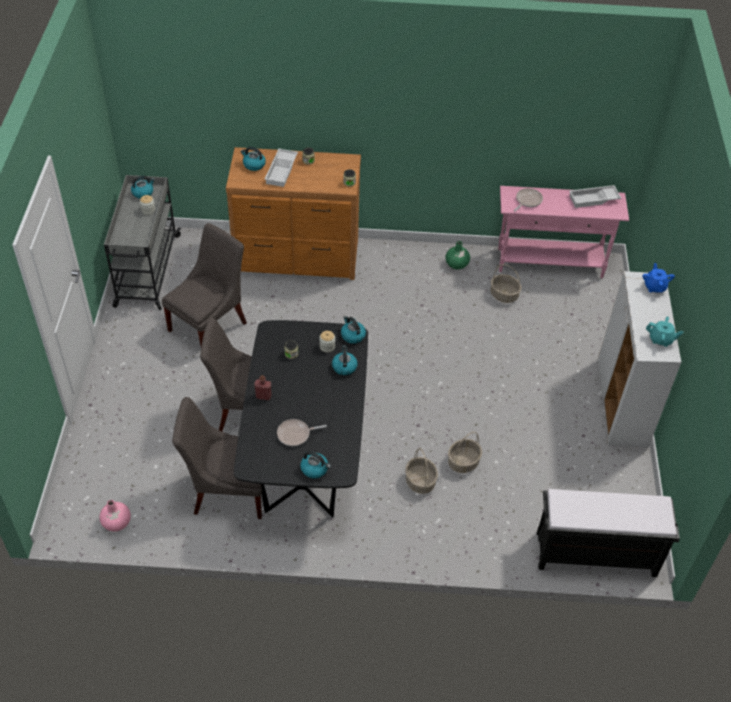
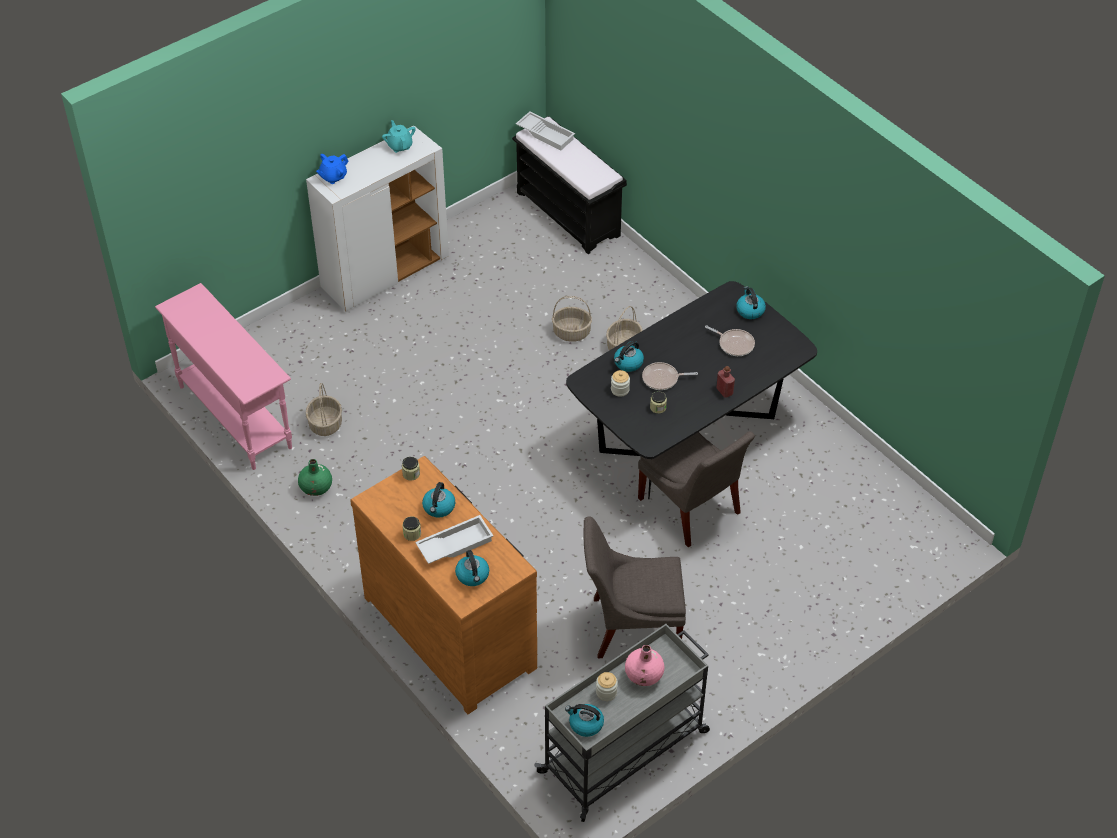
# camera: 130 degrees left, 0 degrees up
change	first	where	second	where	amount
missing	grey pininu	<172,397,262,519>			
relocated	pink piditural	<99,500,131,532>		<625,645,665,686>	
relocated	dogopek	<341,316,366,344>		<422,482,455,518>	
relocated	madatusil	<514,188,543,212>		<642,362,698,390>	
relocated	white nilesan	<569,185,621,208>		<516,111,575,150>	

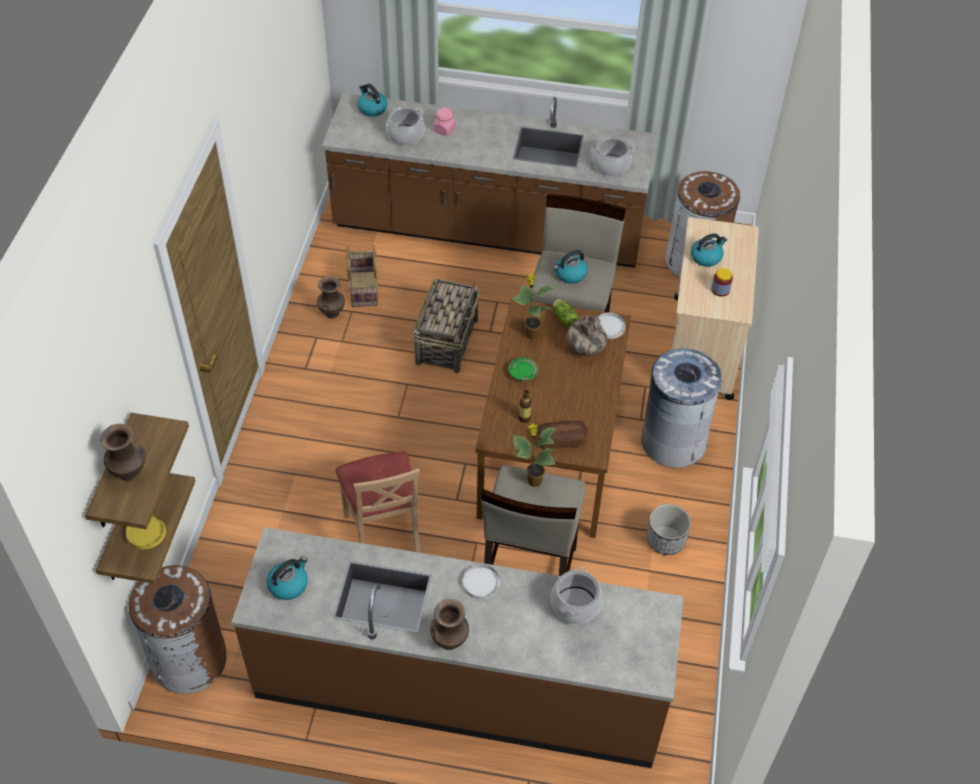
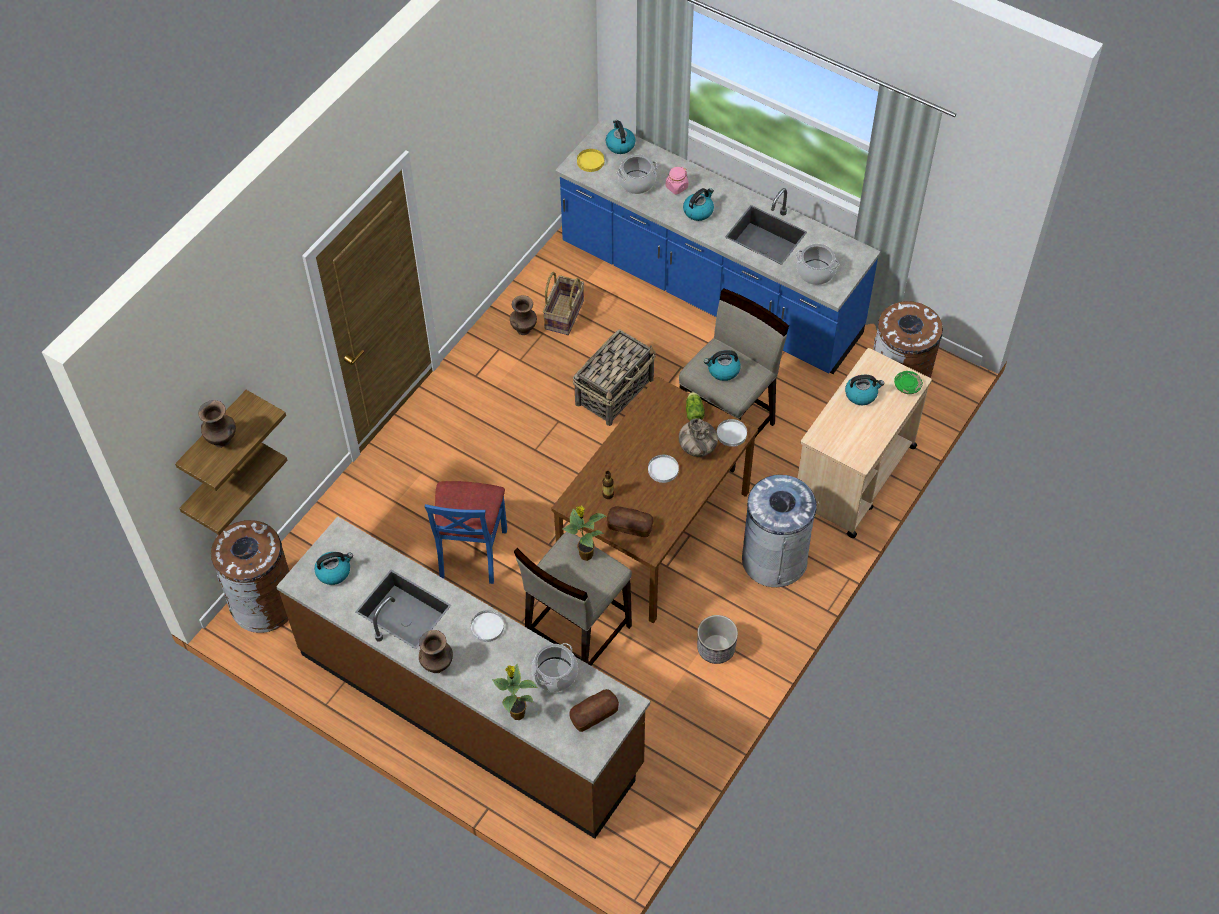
# camera: 25 degrees right, 5 degrees up
change	first	where	second	where	amount
missing	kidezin	<712,268,733,297>			
appeared			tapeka	<569,689,619,732>	
appeared			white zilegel	<648,455,679,483>	
appeared			dogopek	<683,188,714,221>	
relocated	yellow zilegel	<126,514,166,549>		<577,149,604,172>	
relocated	green zilegel	<508,357,539,381>		<894,371,923,394>	
relocated	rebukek	<511,274,556,340>		<492,663,538,720>	
colour	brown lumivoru	<322,93,657,268>	blue lumivoru	<555,120,881,374>	
colour	beige pininu	<336,451,421,553>	blue pininu	<425,481,507,584>	

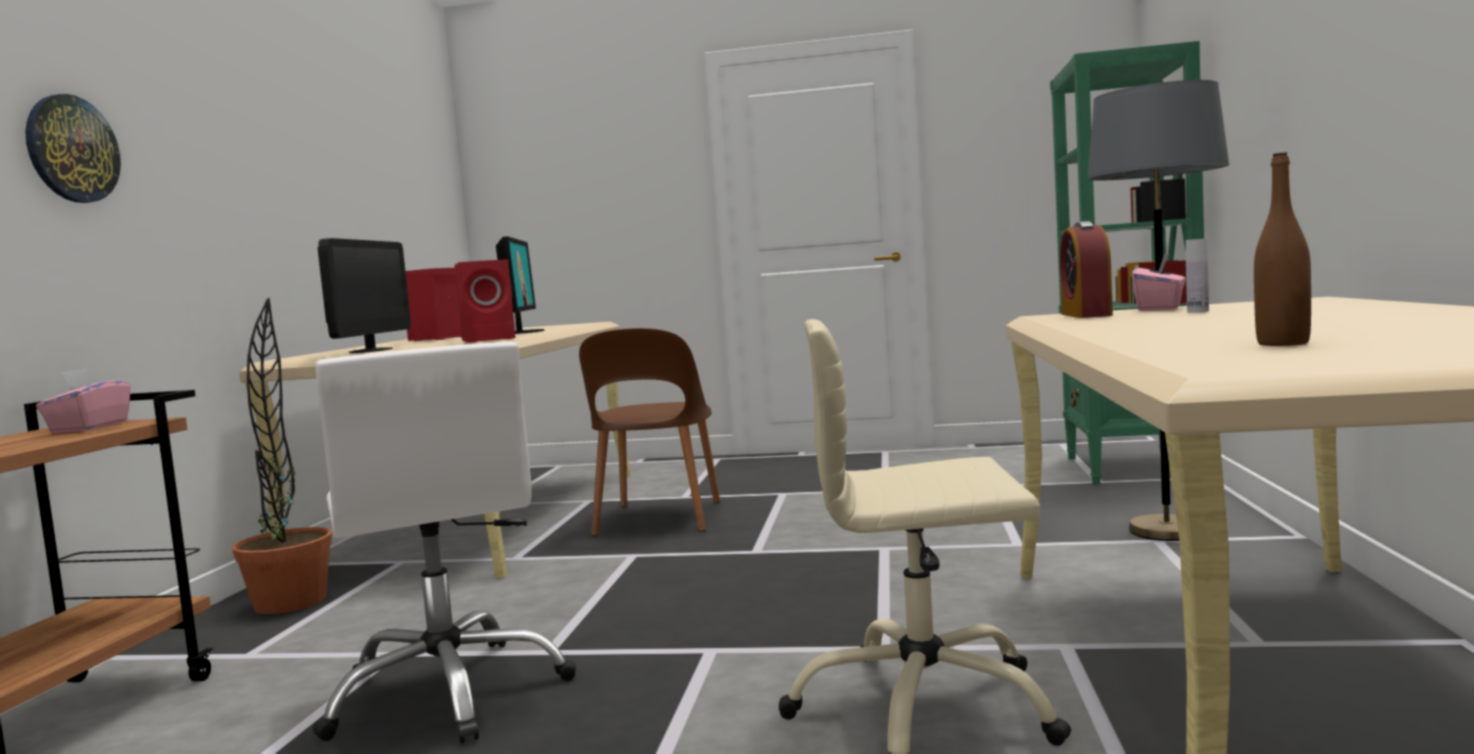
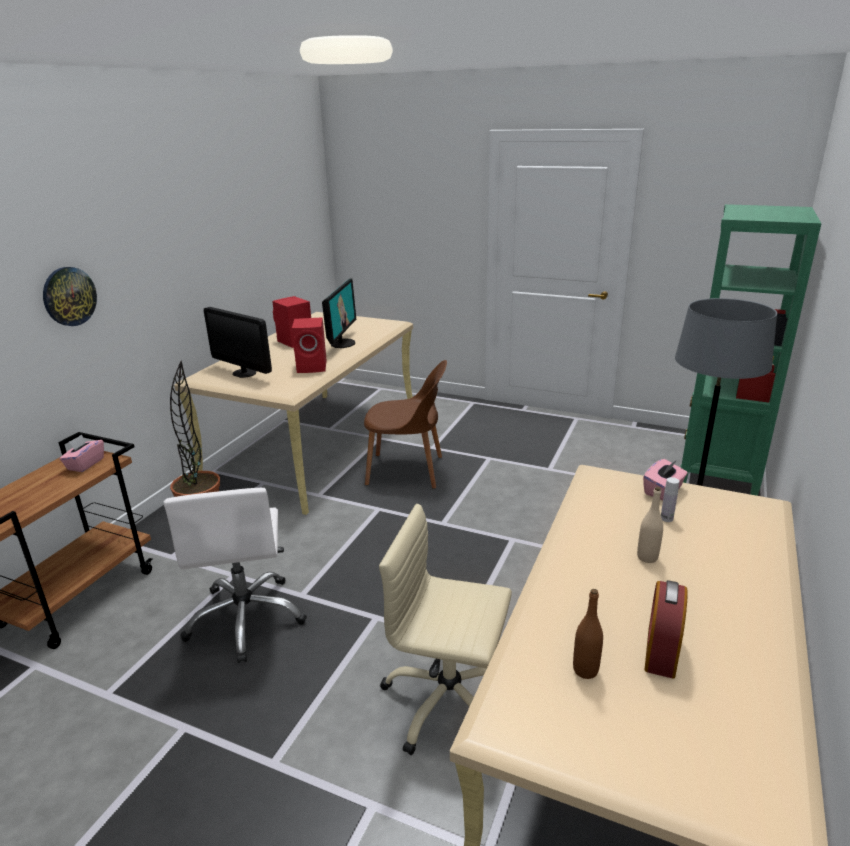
# camera: 15 degrees right, 20 degrees up
change	first	where	second	where	amount
appeared			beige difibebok	<637,487,663,563>	
relocated	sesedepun	<1060,221,1113,318>		<645,580,688,679>	
spun	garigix	<317,238,411,353>		<204,307,272,378>	105 degrees clockwise
spun	brown pininu	<579,328,720,536>		<364,360,447,489>	105 degrees counterclockwise

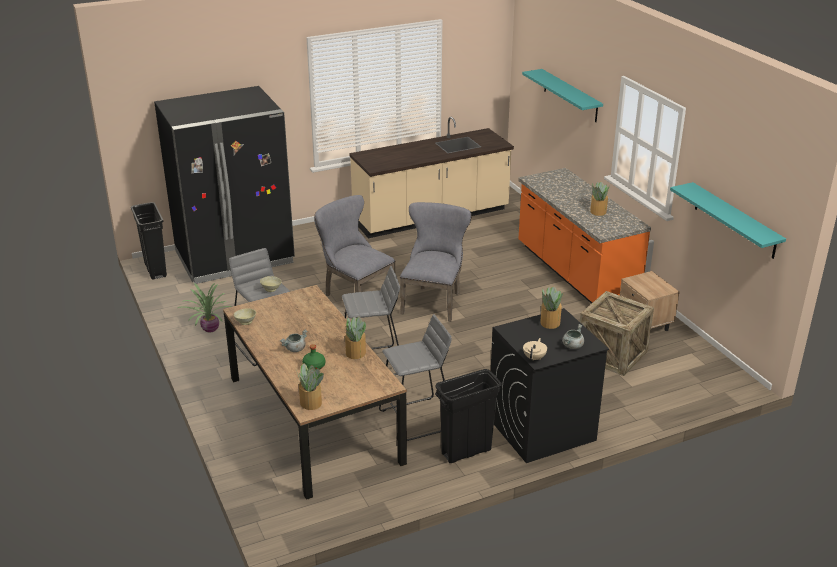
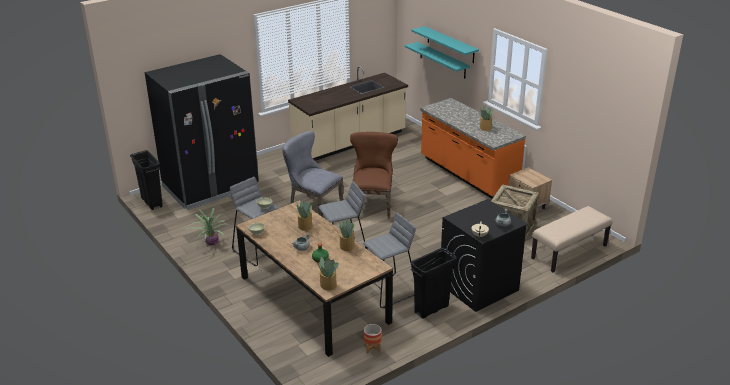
# camera: 10 degrees left, 0 degrees up
change	first	where	second	where	amount
appeared			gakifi	<364,324,382,354>	
appeared			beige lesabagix	<531,206,613,272>	
relocated	rebukek	<540,286,564,329>		<297,200,312,231>	
relocated	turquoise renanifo	<670,182,786,259>		<405,42,470,79>	
colour	grey pininu	<400,202,472,322>	brown pininu	<350,132,398,219>	

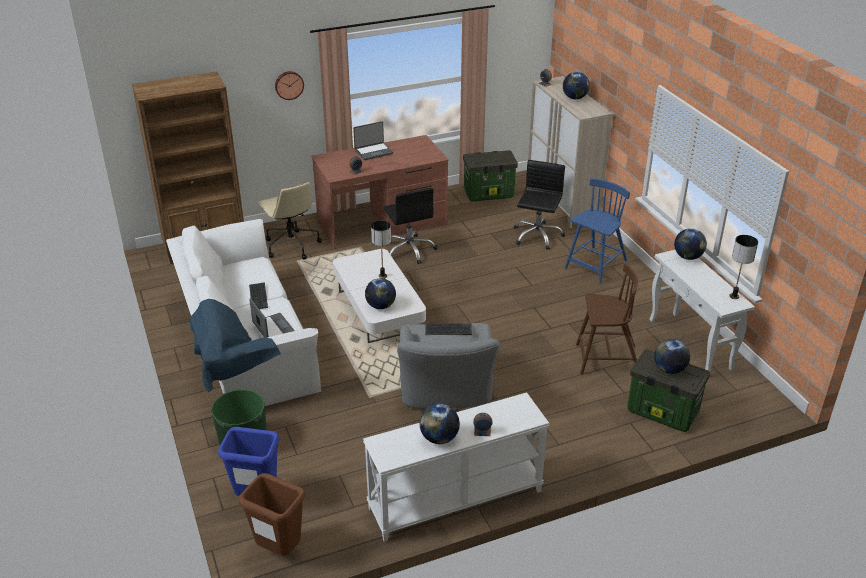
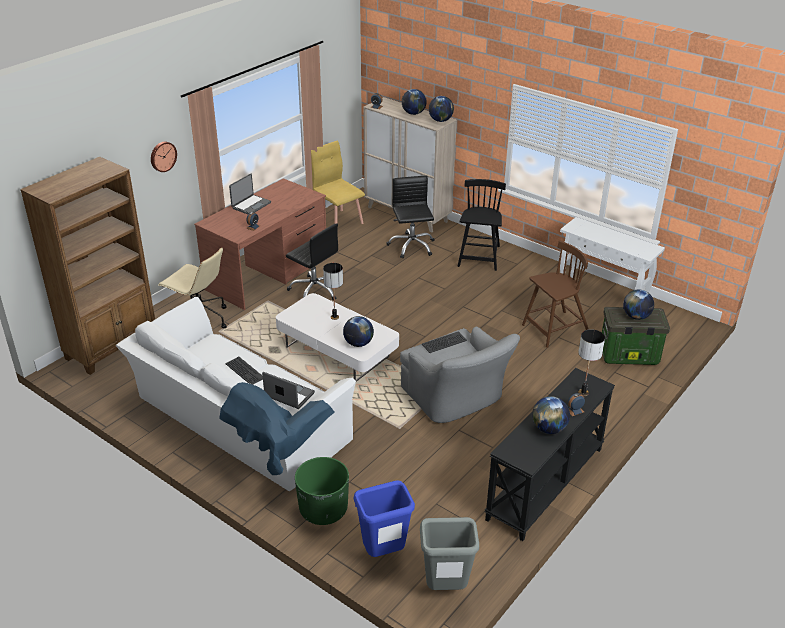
# camera: 30 degrees left, 0 degrees up
change	first	where	second	where	amount
relocated	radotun	<674,228,707,260>		<429,96,454,122>	
relocated	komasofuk	<729,235,758,299>		<578,329,605,396>	
exchanged	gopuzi	<463,150,518,201>	yellow pininu	<311,141,365,224>	
colour	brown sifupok	<239,473,305,556>	grey sifupok	<420,517,479,590>	
colour	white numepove	<363,392,549,542>	black numepove	<485,368,615,541>	
colour	blue pininu	<565,178,630,284>	black pininu	<458,179,506,271>	

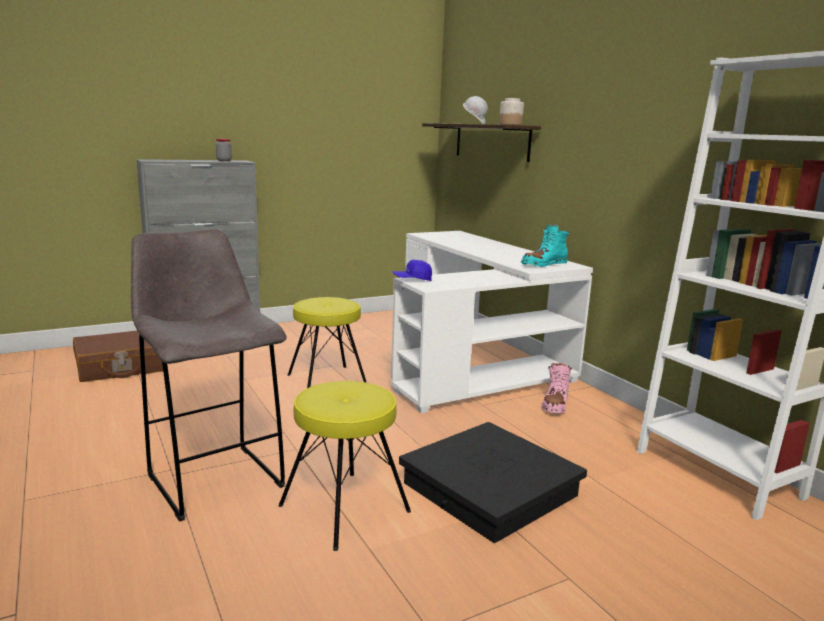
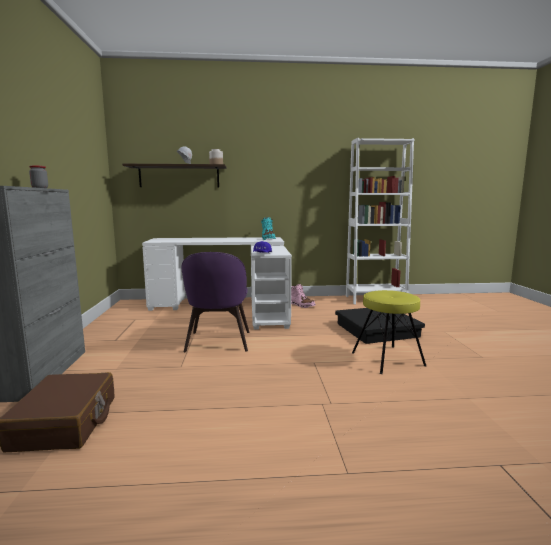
# camera: 65 degrees left, 5 degrees down
change	first	where	second	where	amount
missing	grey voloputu	<131,229,287,522>			
exchanged	yellow voloputu	<288,297,367,388>	purple pininu	<182,252,250,352>	

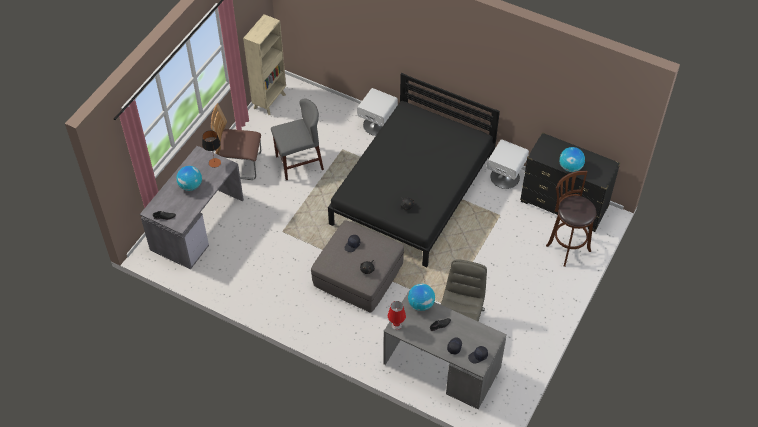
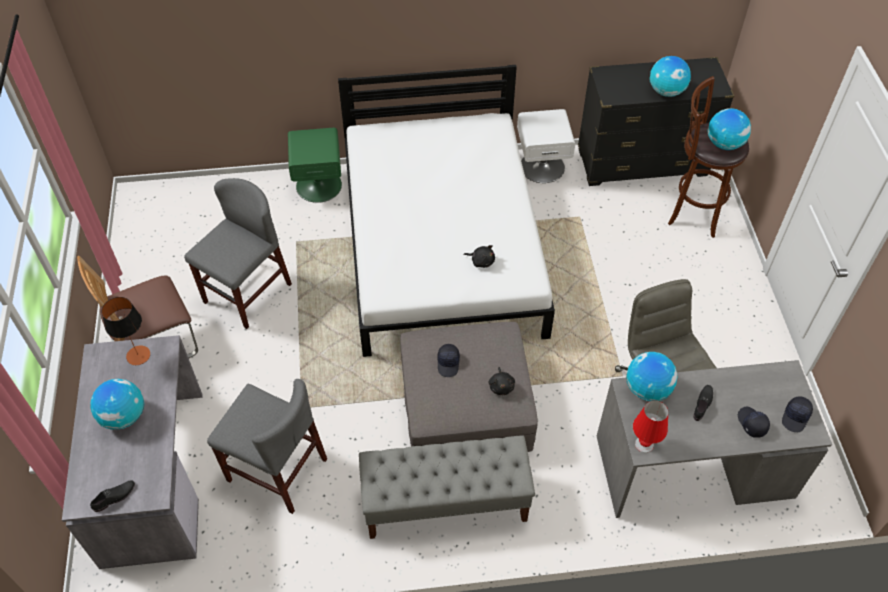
# camera: 35 degrees left, 0 degrees up
change	first	where	second	where	amount
missing	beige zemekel	<243,14,286,115>			
appeared			grey pininu	<207,379,327,514>	
appeared			grey lesabagix	<359,435,535,539>	
appeared			radotun	<708,108,751,150>	
colour	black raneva	<328,73,500,267>	white raneva	<338,65,555,357>	
colour	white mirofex	<357,88,398,136>	green mirofex	<288,128,342,203>	

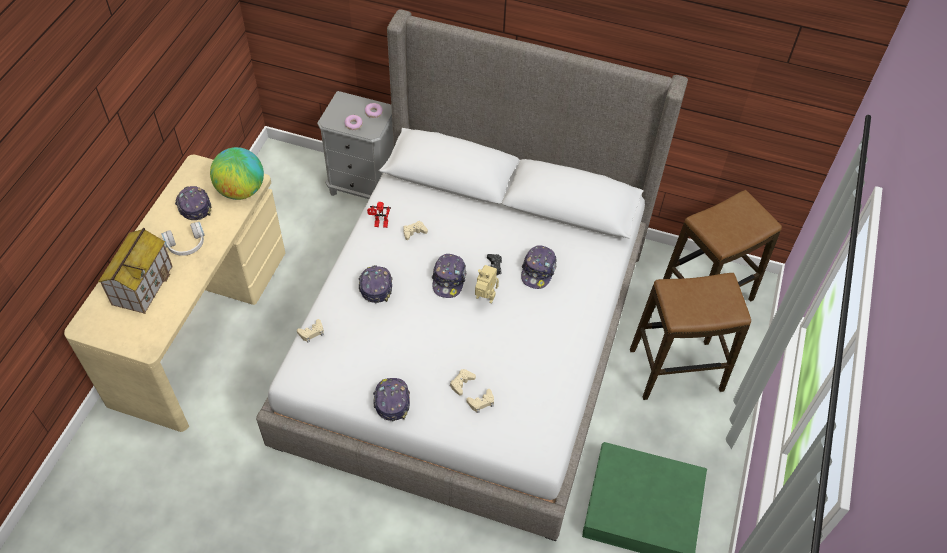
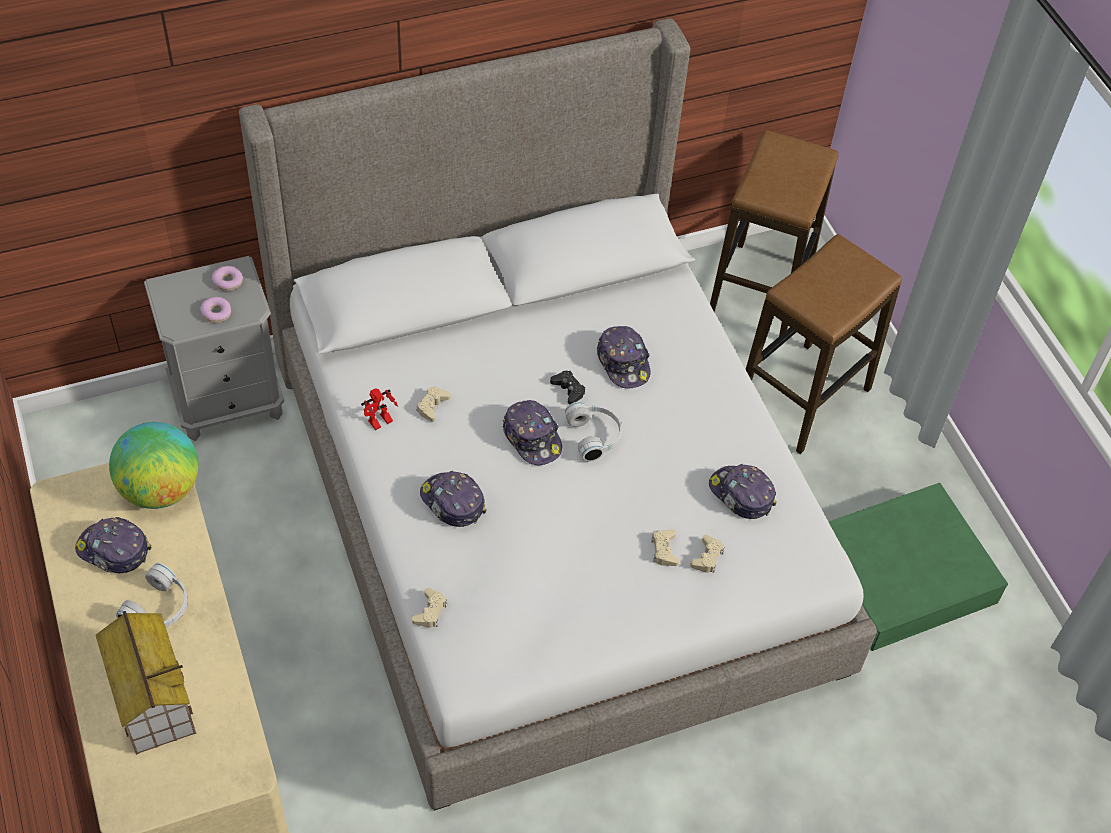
# camera: 40 degrees left, 0 degrees up
change	first	where	second	where	amount
relocated	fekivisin	<373,378,410,422>		<709,464,777,519>	
exchanged	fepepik	<475,265,499,304>	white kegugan	<565,402,622,462>	

